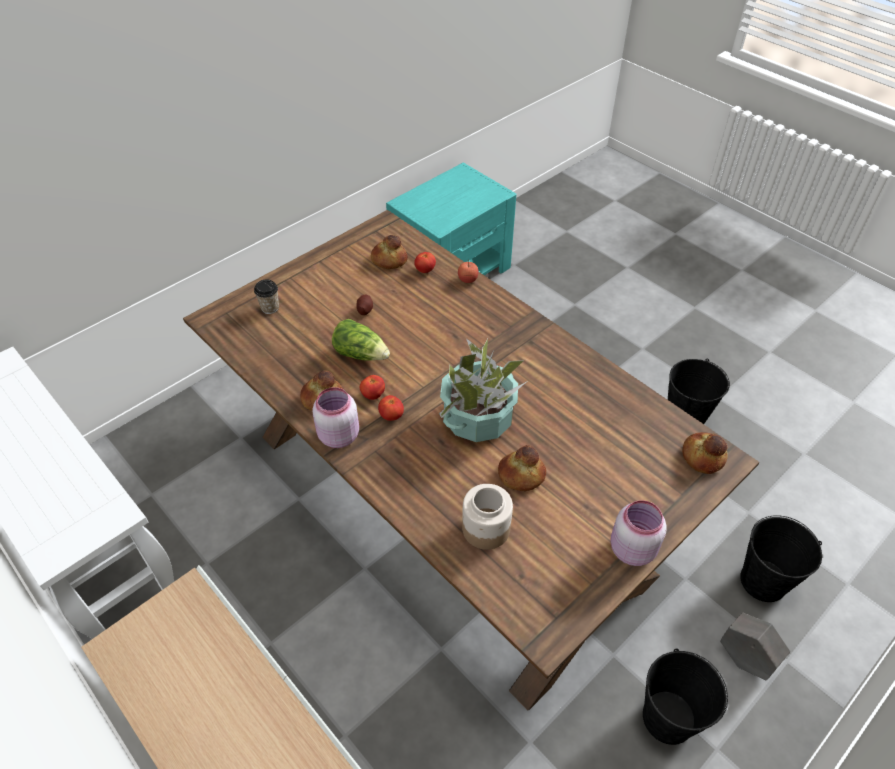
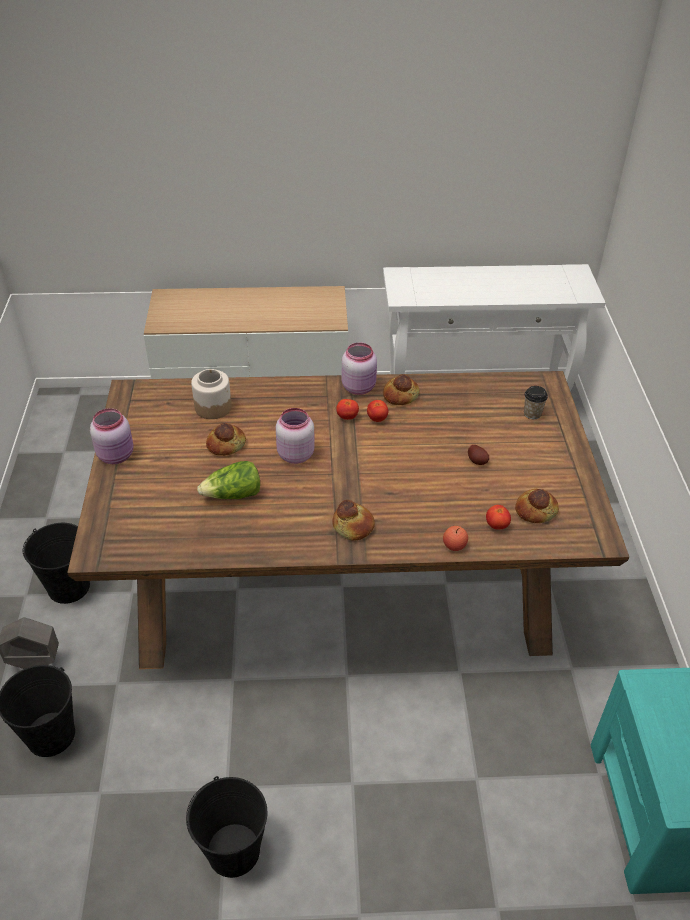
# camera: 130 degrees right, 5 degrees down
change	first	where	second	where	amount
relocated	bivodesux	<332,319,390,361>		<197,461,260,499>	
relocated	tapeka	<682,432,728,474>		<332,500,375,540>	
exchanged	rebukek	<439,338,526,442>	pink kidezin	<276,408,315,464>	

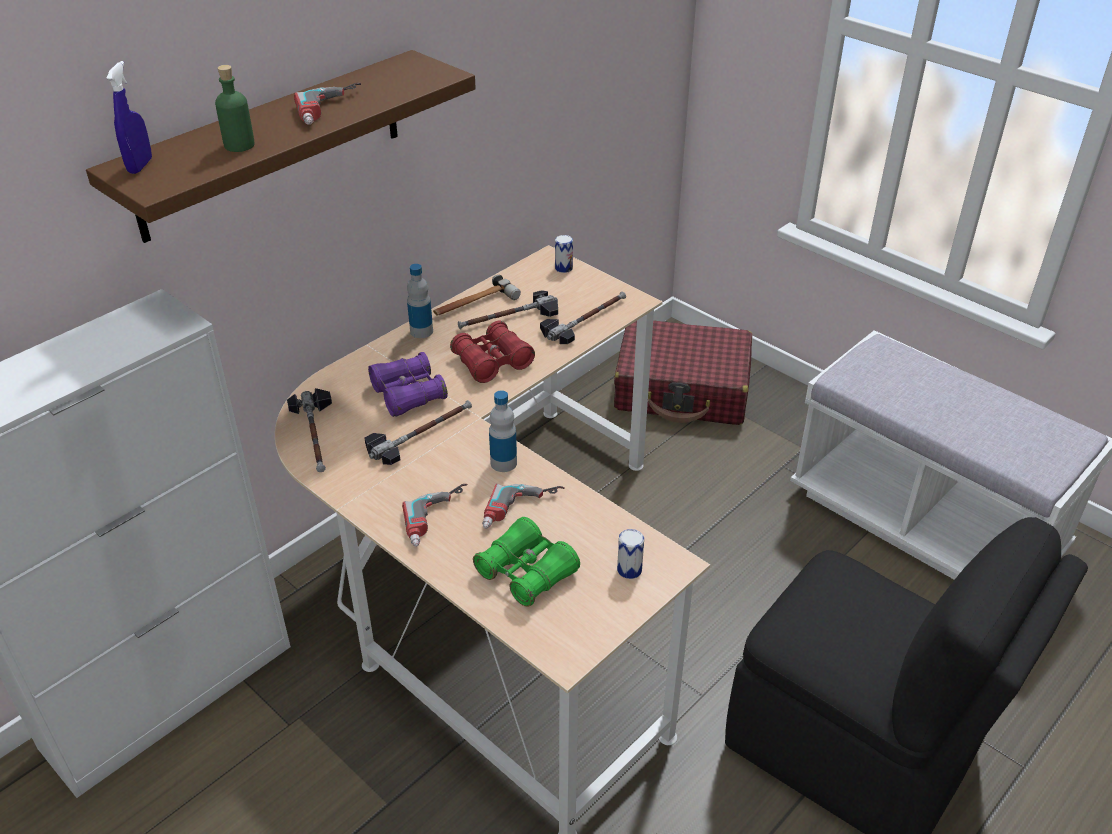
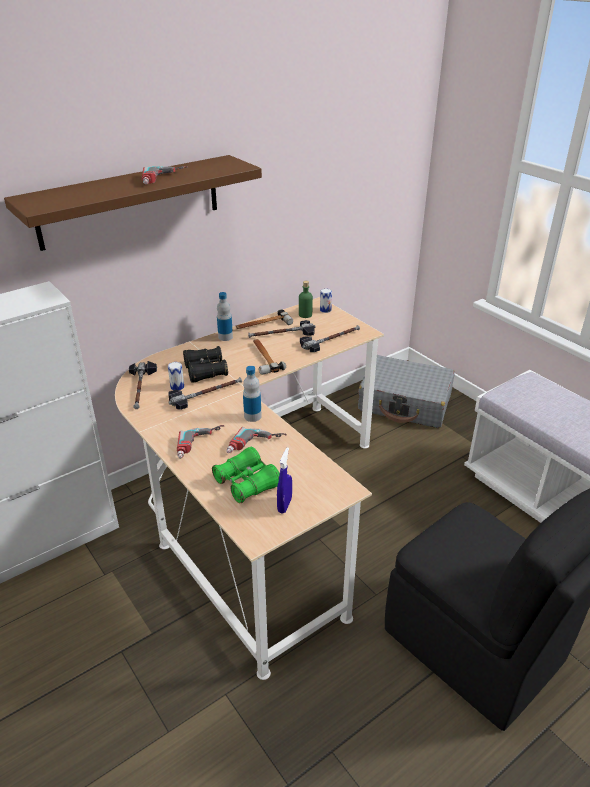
# camera: 10 degrees right, 5 degrees down
change	first	where	second	where	amount
relocated	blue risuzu	<107,61,152,174>		<277,447,292,514>	
relocated	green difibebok	<215,65,255,152>		<299,281,313,318>	
relocated	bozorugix	<617,529,644,579>		<168,362,184,390>	
exchanged	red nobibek	<450,321,535,383>	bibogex	<253,339,286,375>	
colour	purple nobibek	<368,352,448,417>	black nobibek	<183,346,228,383>	
colour	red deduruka	<614,320,752,425>	grey deduruka	<358,355,455,428>	

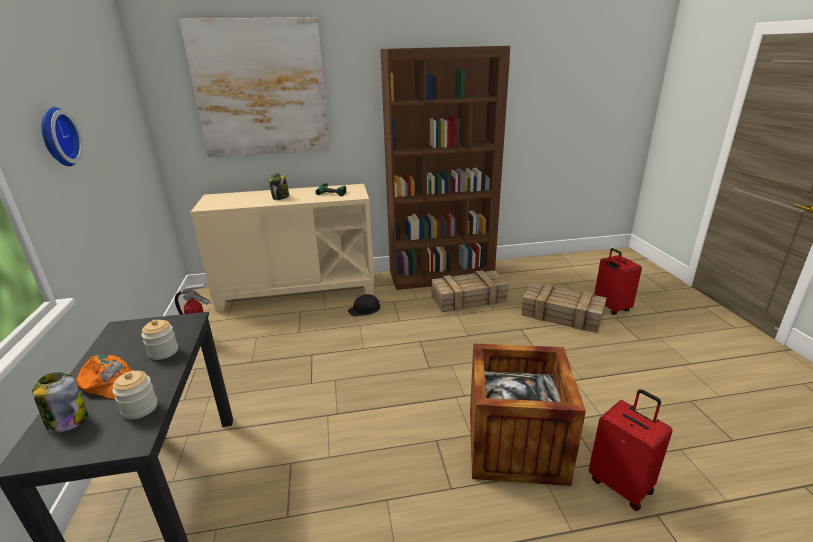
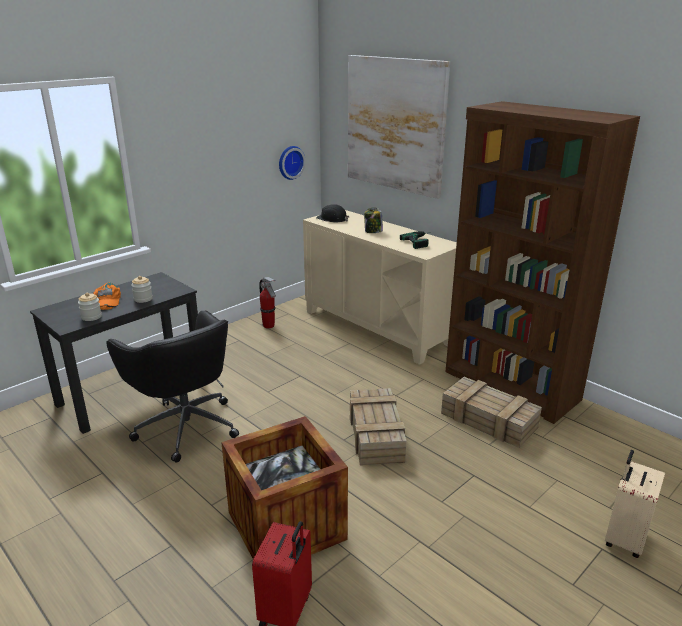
# camera: 55 degrees right, 0 degrees up
change	first	where	second	where	amount
missing	kidezin	<32,372,88,433>			
appeared			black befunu	<106,311,239,463>	
relocated	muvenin	<41,107,83,166>		<279,146,306,180>	
relocated	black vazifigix	<348,294,381,317>		<316,204,349,222>	
relocated	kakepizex	<521,283,606,333>		<350,388,406,465>	
colour	red deduruka	<594,248,642,315>	beige deduruka	<605,450,665,558>	

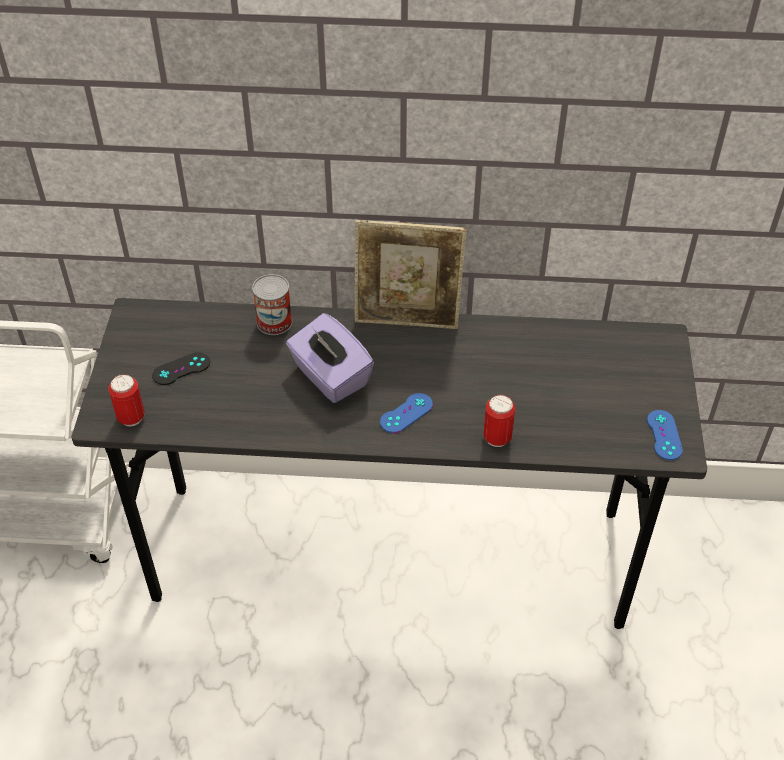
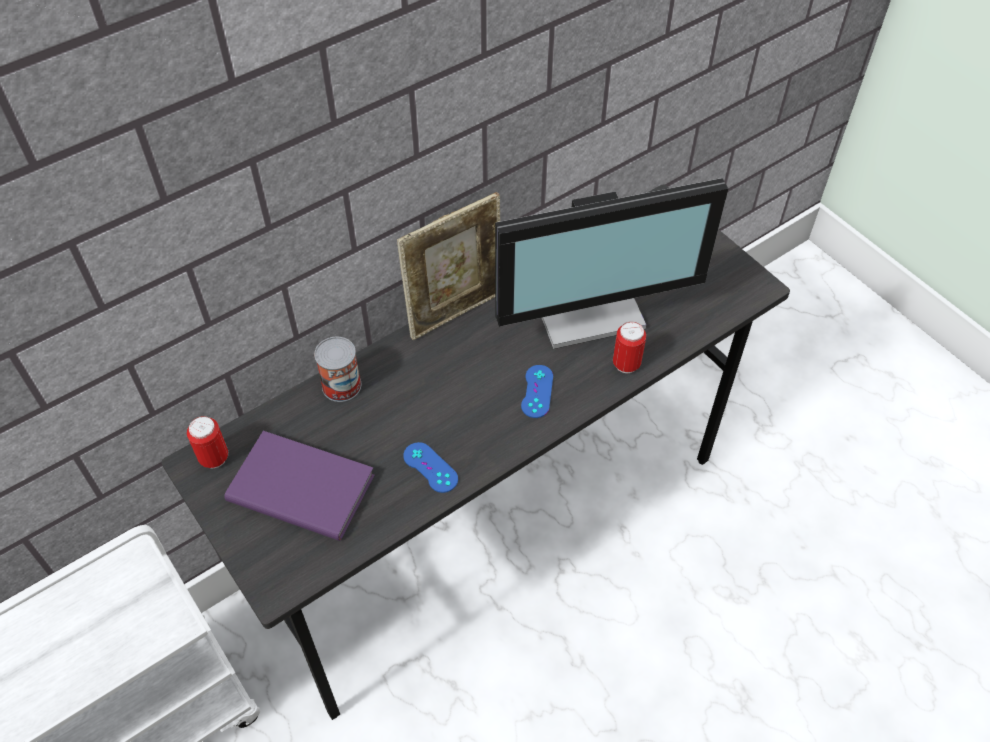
# camera: 40 degrees left, 5 degrees up
change	first	where	second	where	amount
missing	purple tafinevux	<286,313,374,403>			
appeared			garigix	<495,178,728,349>	
relocated	bozorugix	<108,374,145,426>		<187,416,228,468>	
relocated	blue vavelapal	<647,410,683,460>		<403,442,458,493>	
exchanged	black vavelapal	<152,352,210,385>	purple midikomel	<224,431,374,541>	

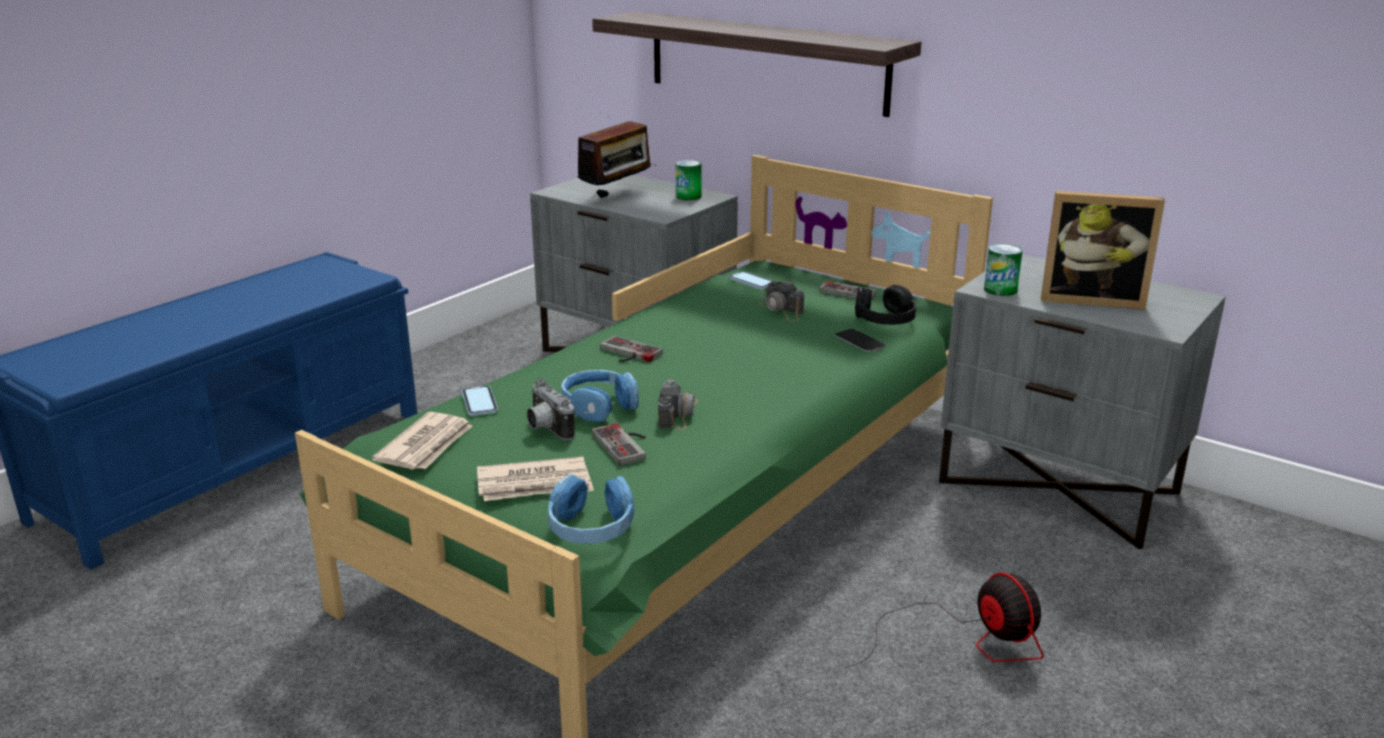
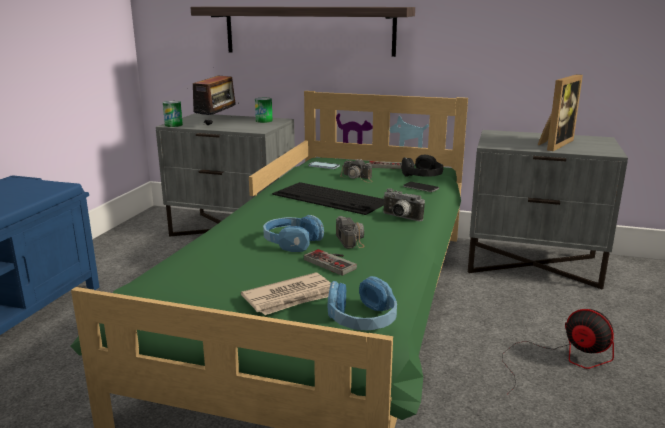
# camera: 20 degrees left, 5 degrees down
change	first	where	second	where	amount
missing	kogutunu	<372,412,472,470>			
missing	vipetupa	<462,386,498,416>			
missing	vavelapal	<600,336,663,362>			
appeared			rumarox	<272,182,384,215>	
relocated	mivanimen	<527,379,575,440>		<383,188,425,221>	
relocated	bozorugix	<984,244,1022,296>		<163,101,183,127>	
spun	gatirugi	<1041,191,1165,310>		<538,74,583,151>	45 degrees counterclockwise

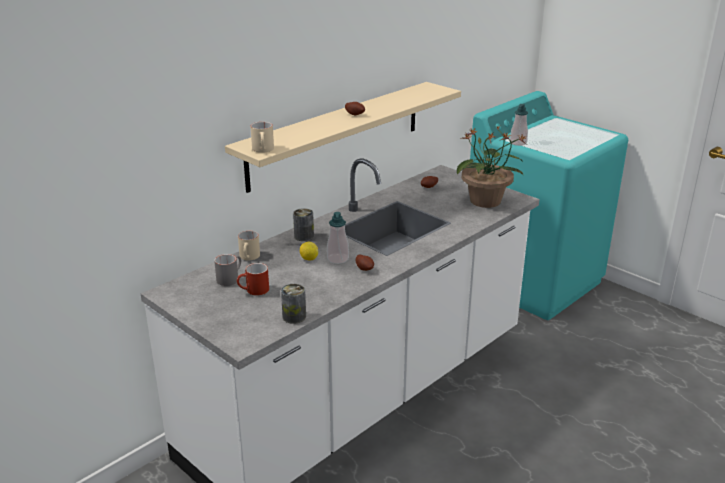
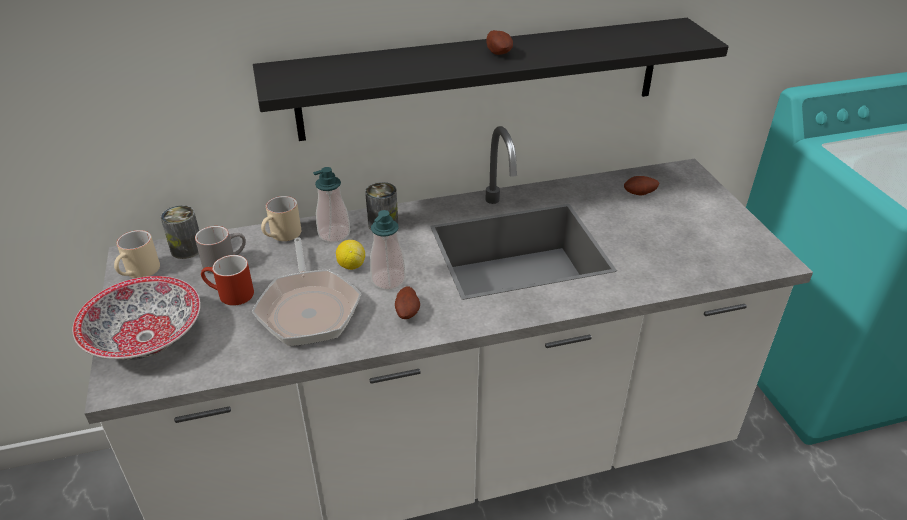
# camera: 30 degrees right, 10 degrees up
change	first	where	second	where	amount
missing	rebukek	<457,126,526,208>			
appeared			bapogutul	<72,276,201,360>	
appeared			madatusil	<252,237,361,346>	
relocated	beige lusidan	<250,122,274,153>		<114,230,160,278>	
relocated	bozorugix	<281,284,306,324>		<161,205,199,259>	
relocated	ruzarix	<510,104,528,146>		<313,167,350,243>	
colour	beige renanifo	<225,82,461,193>	black renanifo	<253,18,729,141>	

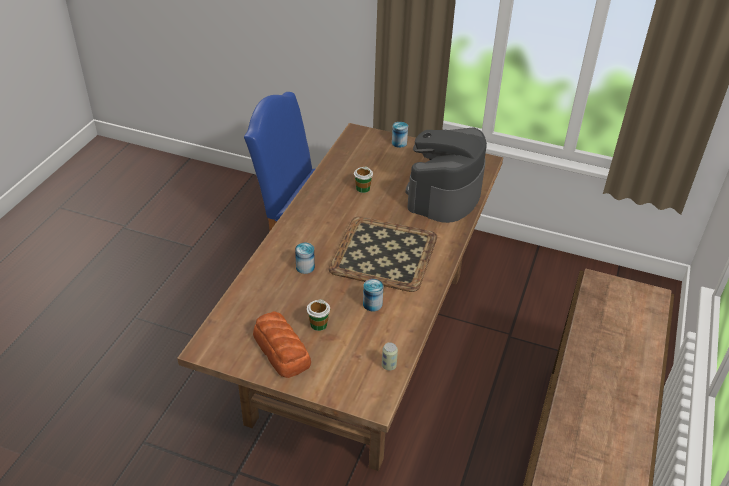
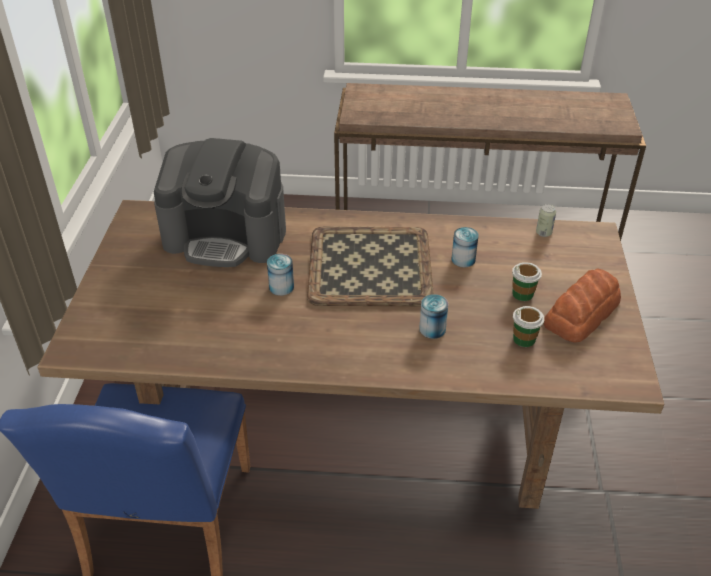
# camera: 105 degrees left, 0 degrees up
change	first	where	second	where	amount
relocated	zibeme	<354,166,373,193>		<513,306,545,347>	
relocated	bozorugix	<392,122,408,148>		<267,254,294,296>	

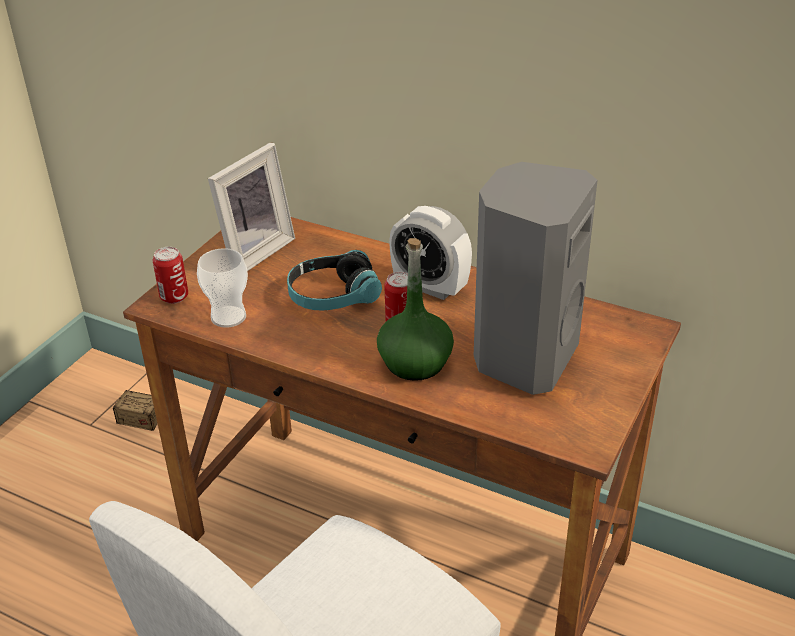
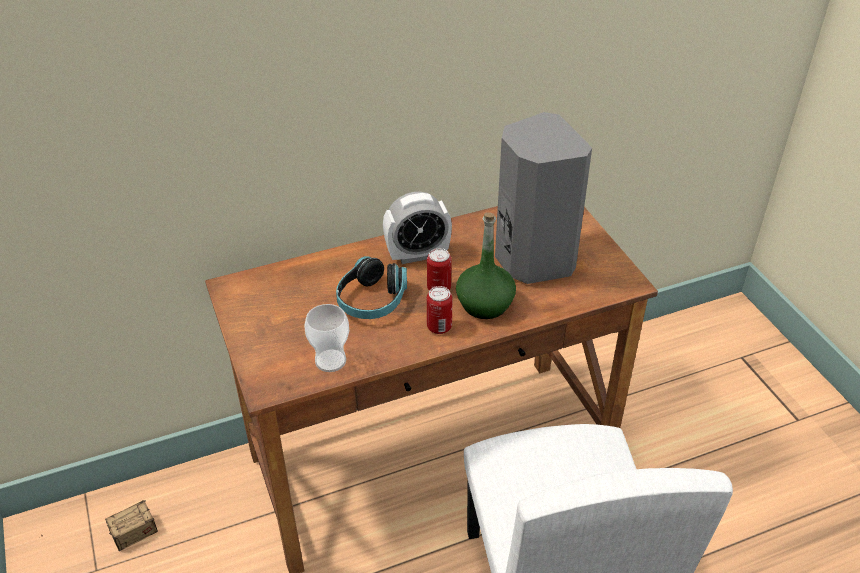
# camera: 50 degrees left, 5 degrees up
change	first	where	second	where	amount
missing	gatirugi	<208,142,295,271>			
relocated	bozorugix	<153,247,188,304>		<427,286,453,334>	

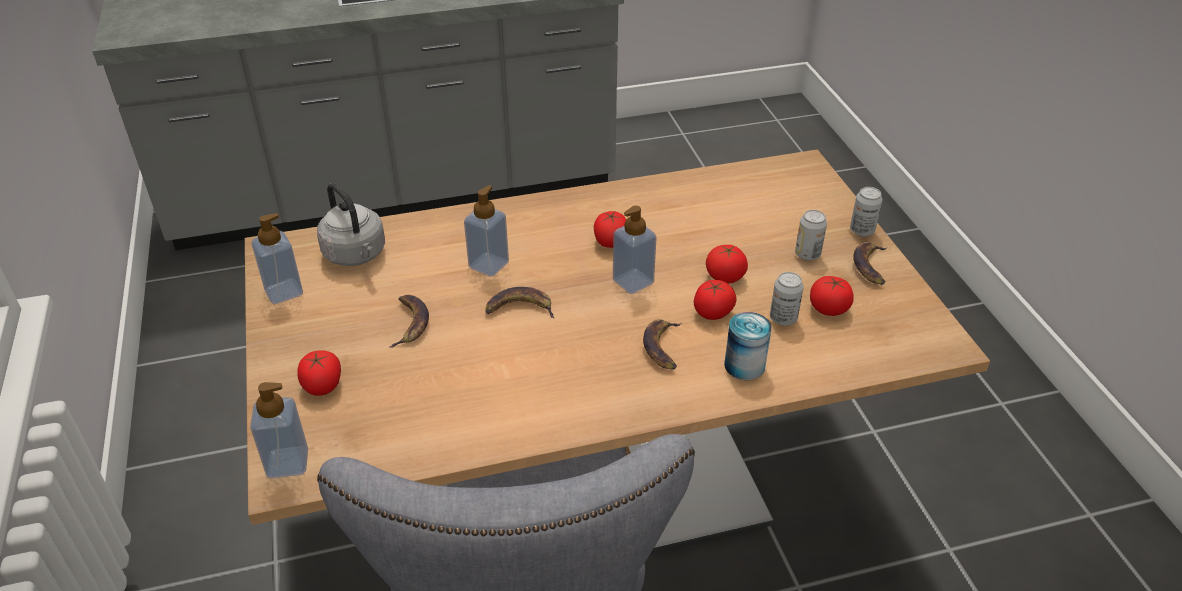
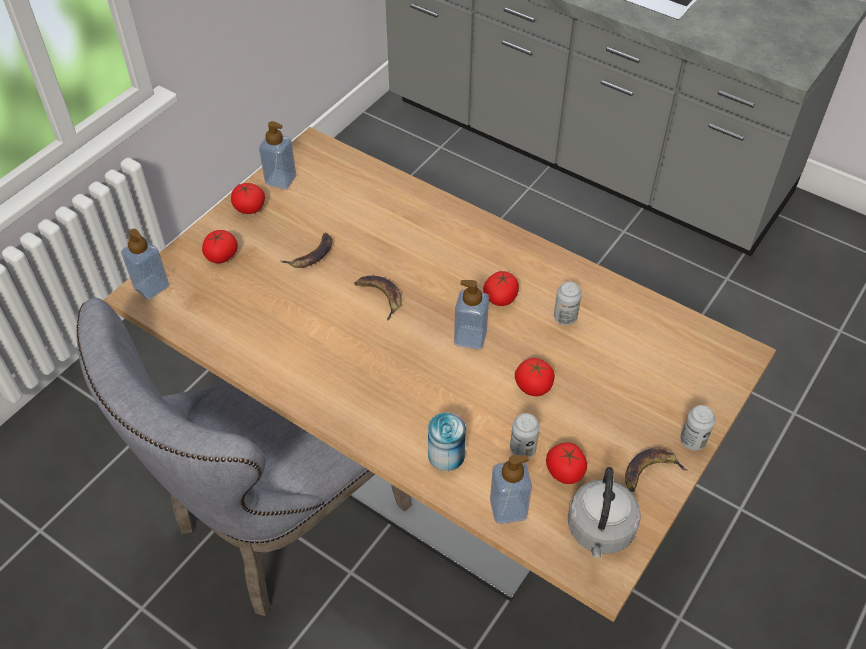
# camera: 50 degrees right, 10 degrees up
change	first	where	second	where	amount
missing	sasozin	<643,319,681,370>			
relocated	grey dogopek	<317,183,385,266>		<568,467,641,558>	
relocated	ruzarix	<464,185,509,277>		<490,455,532,524>	
relocated	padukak	<694,280,737,320>		<231,183,265,214>	
relocated	bozorugix	<795,210,827,261>		<554,281,582,325>	

